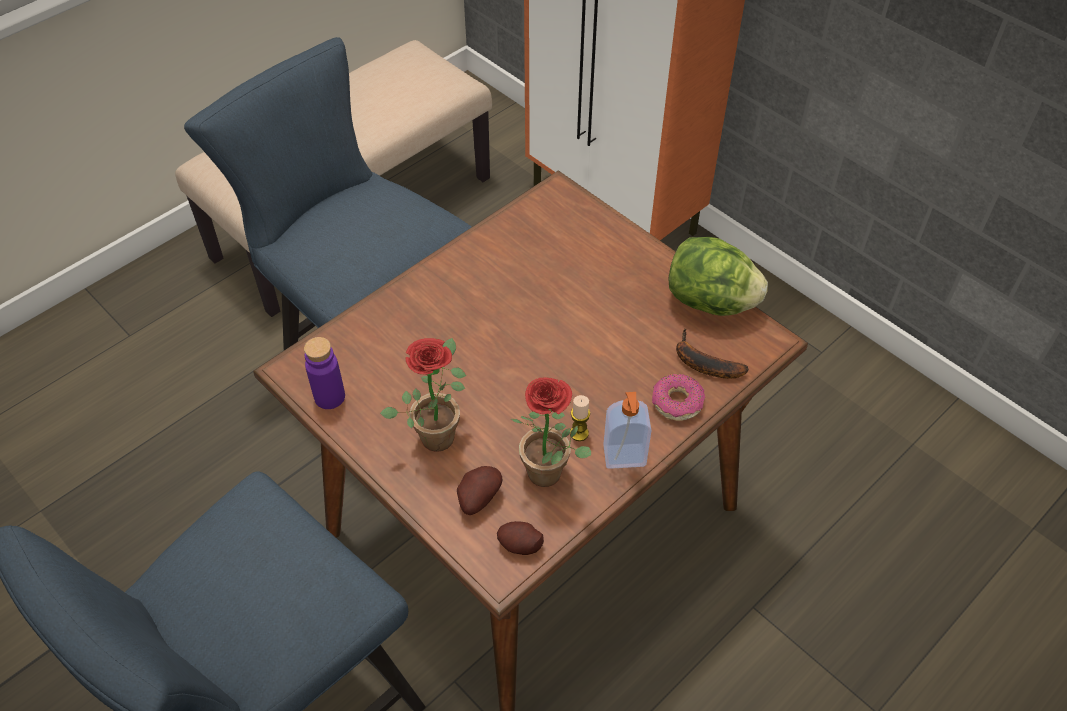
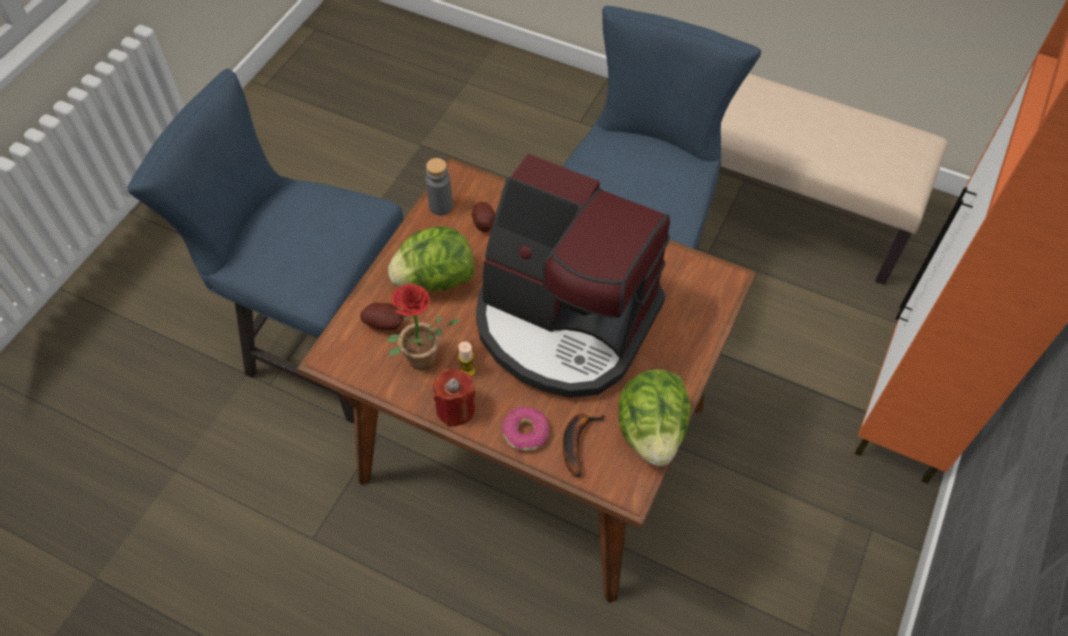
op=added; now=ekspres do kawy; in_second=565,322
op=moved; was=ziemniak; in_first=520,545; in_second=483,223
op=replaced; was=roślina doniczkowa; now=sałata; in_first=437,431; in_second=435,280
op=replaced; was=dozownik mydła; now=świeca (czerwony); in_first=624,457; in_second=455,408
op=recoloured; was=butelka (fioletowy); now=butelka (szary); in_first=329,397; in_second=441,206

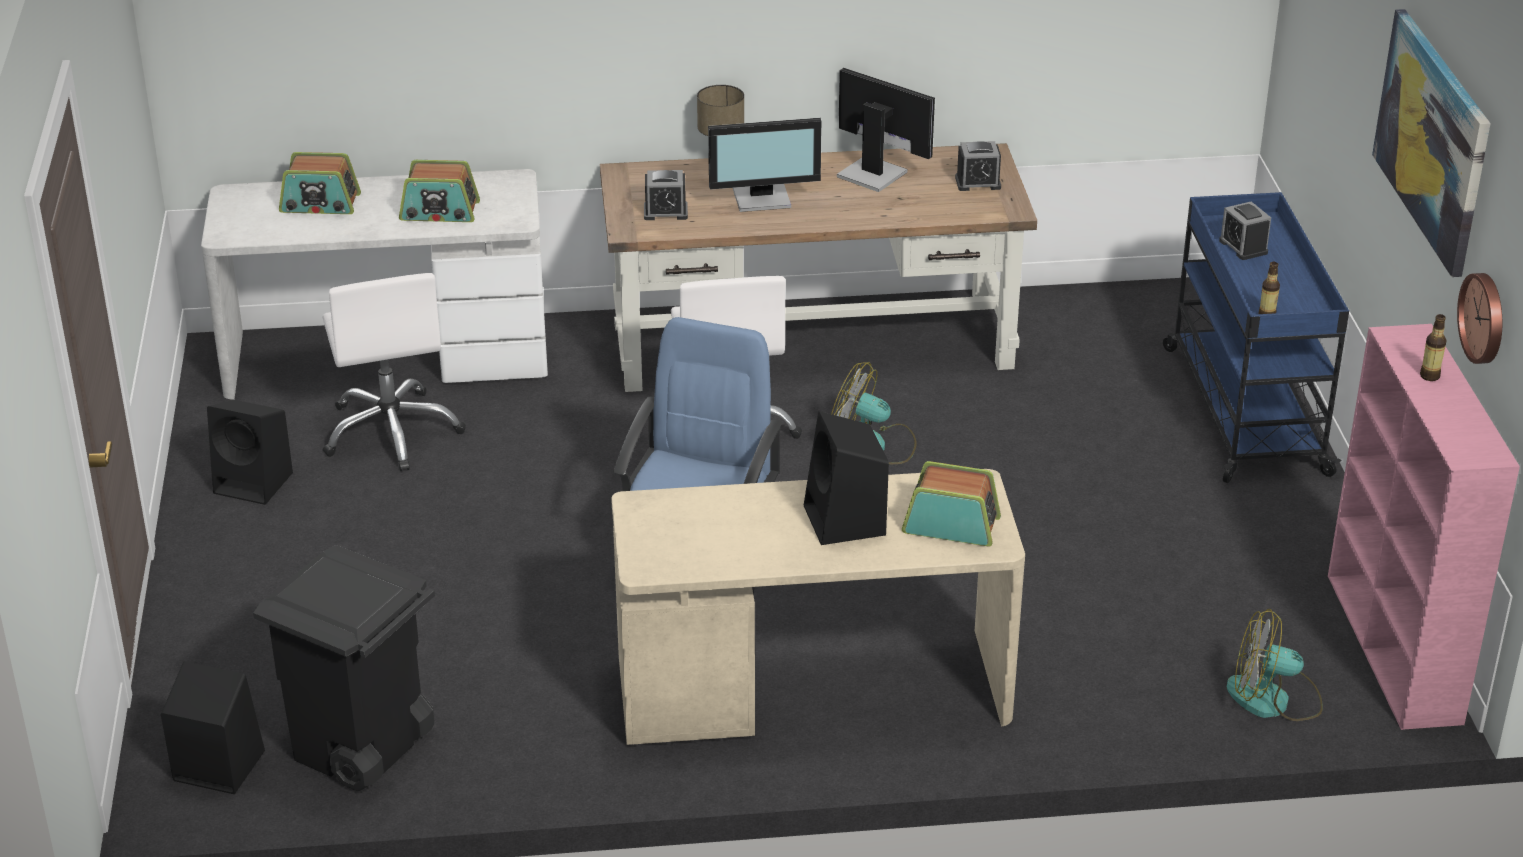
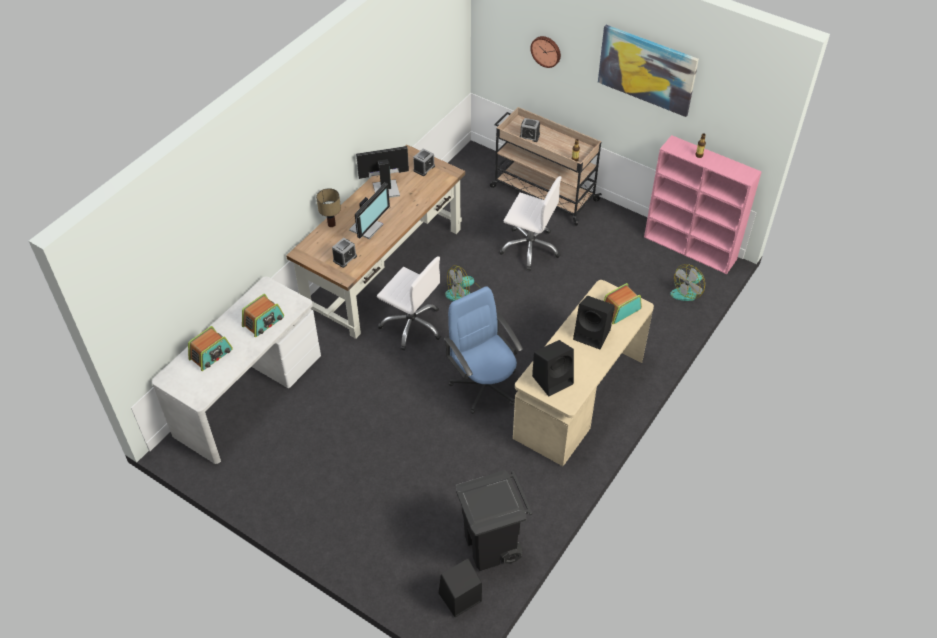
op=moved; was=głośnik (czarny); in_first=255,483; in_second=553,379
op=moved; was=krzesło biurowe (biały); in_first=392,431; in_second=530,248
op=moved; was=zegar ścienny; in_first=1485,318; in_second=546,51
op=recoloured; was=wózek (niebieski); now=wózek (beżowy); in_first=1244,408; in_second=542,193

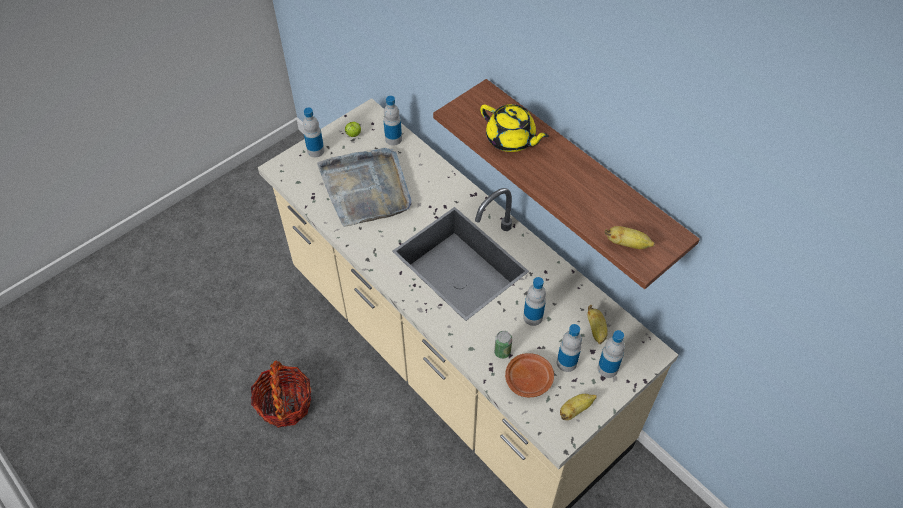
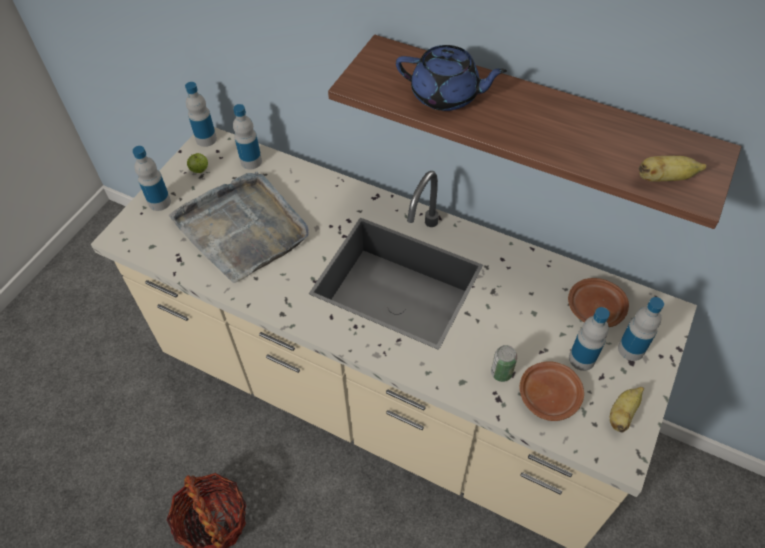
op=moved; was=butelka; in_first=533,317; in_second=206,139
op=replaced; was=banan; now=talerz (brązowy); in_first=596,331; in_second=594,309
op=recoloured; was=imbryk (żółty); now=imbryk (niebieski); in_first=511,139; in_second=446,95

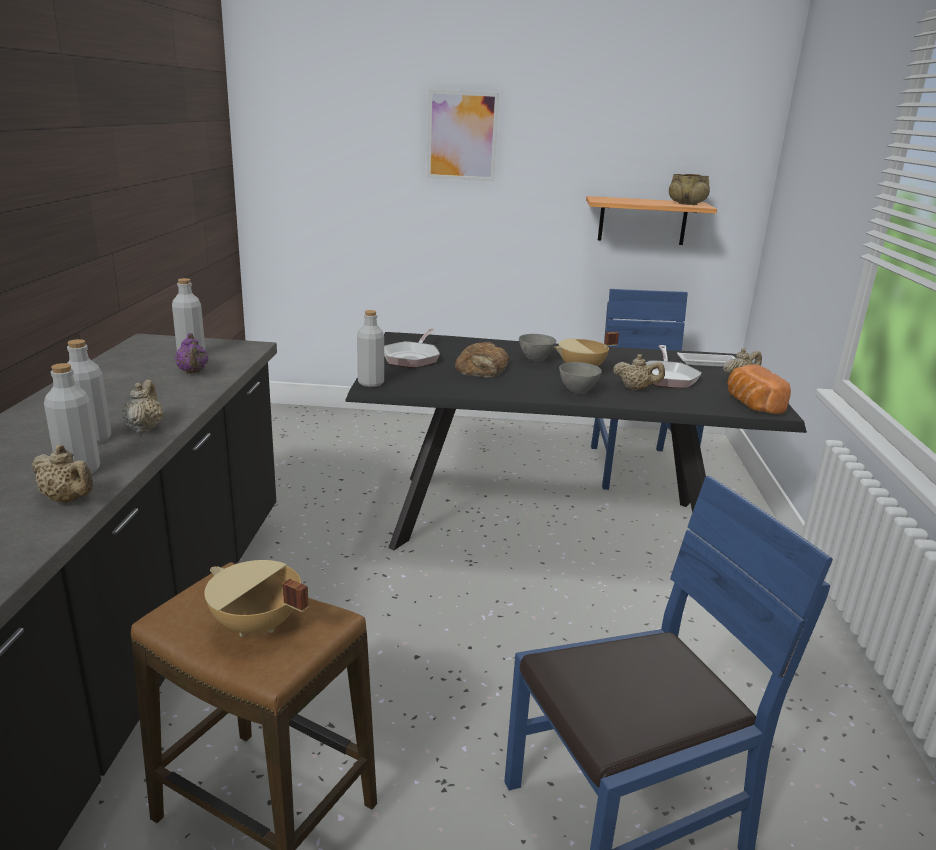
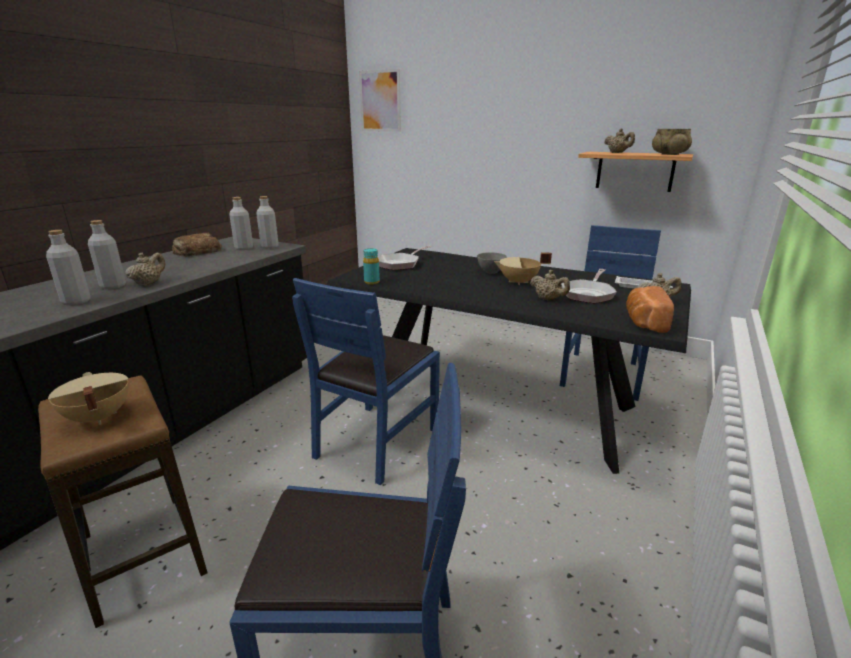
op=removed; was=imbryk (fioletowy); in_first=193,372
op=removed; was=miska (szary); in_first=578,391
op=added; now=krzesło (niebieski); in_second=376,441
op=added; now=butelka (turkusowy); in_second=372,282
op=moved; was=imbryk (beżowy); in_first=68,499; in_second=617,153
op=moved; was=butelka (szary); in_first=370,383; in_second=269,247
op=moved; was=obraz; in_first=462,136; in_second=380,101
op=moved; was=chleb; in_first=482,368; in_second=196,251

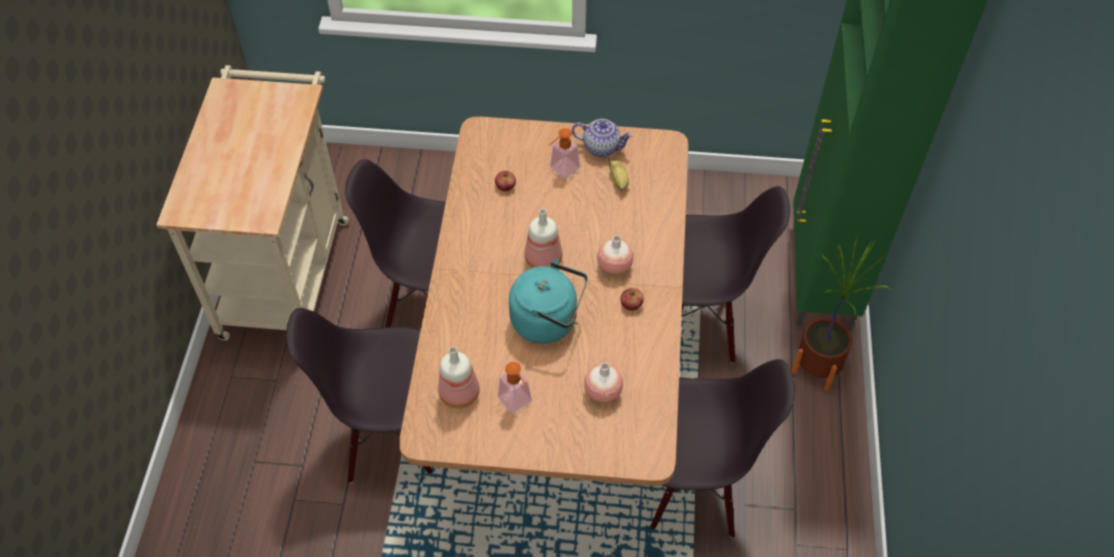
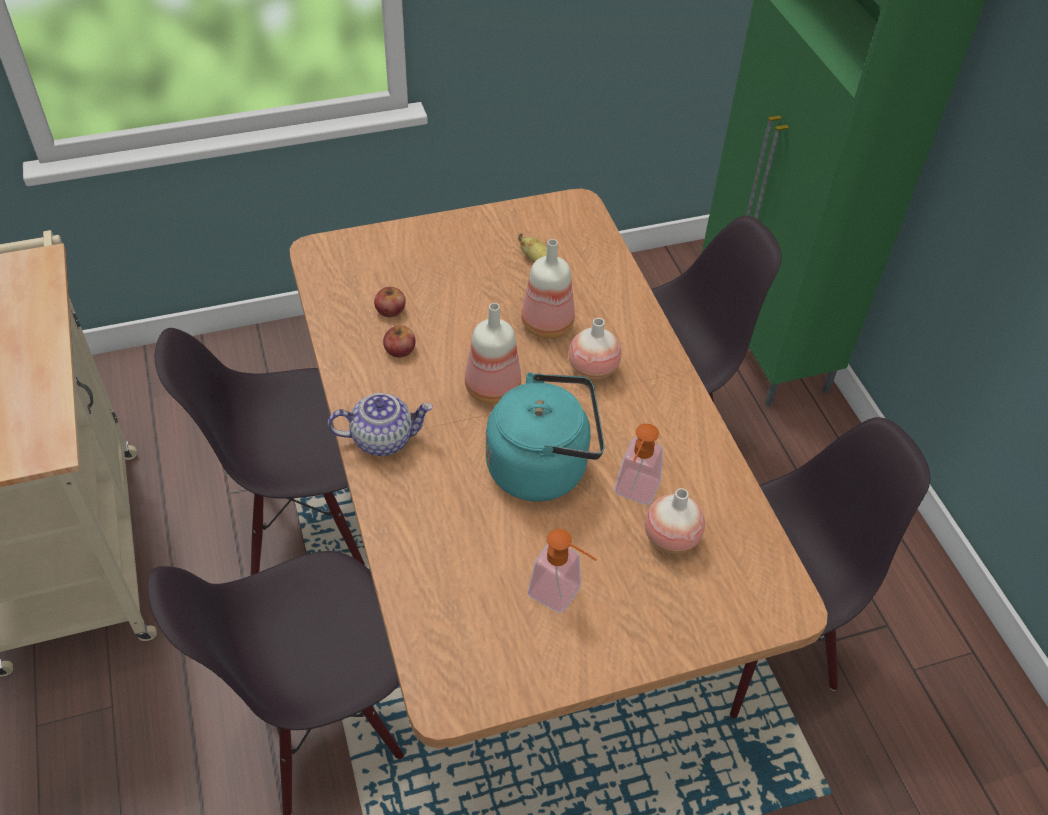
op=removed; was=roślina doniczkowa; in_first=817,368
op=moved; was=butelka; in_first=459,392; in_second=546,323
op=moved; was=dozownik mydła; in_first=561,171; in_second=634,493
op=moved; was=imbryk; in_first=602,147; in_second=383,438
op=moved; was=jabłko; in_first=631,303; in_second=400,349

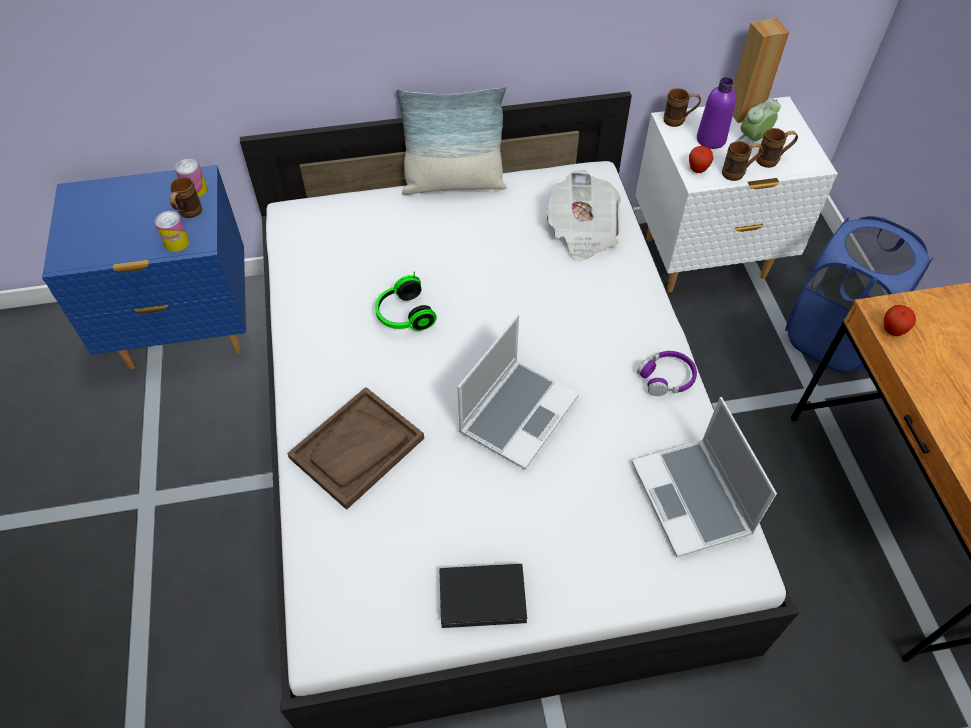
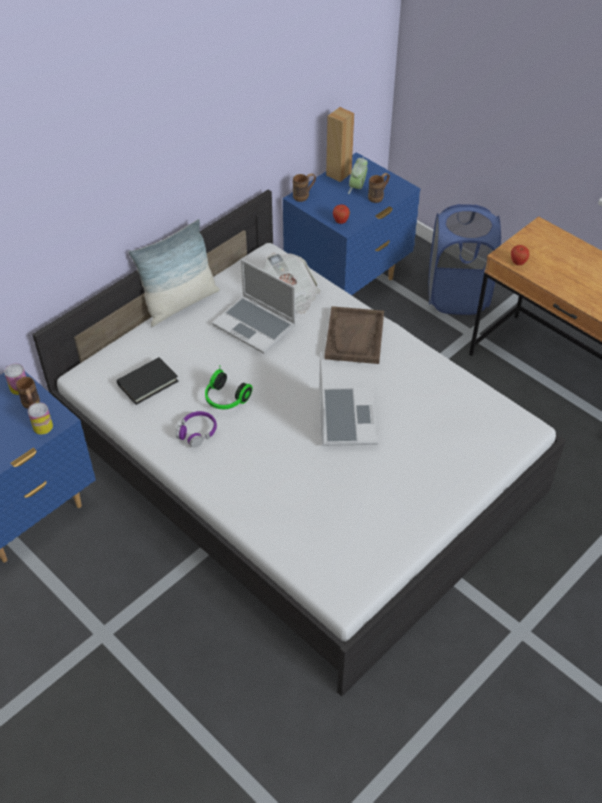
op=removed; was=butelka (fioletowy); in_first=711,139
op=removed; was=kubek (brązowy); in_first=738,173
op=moved; was=taca (brązowy); in_first=357,449; in_second=354,337
op=moved; was=książka (czarny); in_first=482,597; in_second=147,383
op=moved; was=laptop; in_first=693,499; in_second=255,325
op=moved; was=słuchawki (fioletowy); in_first=666,378; in_second=197,432
op=recoloured; was=szafka nocna (biały); now=szafka nocna (niebieski); in_first=705,259; in_second=347,284

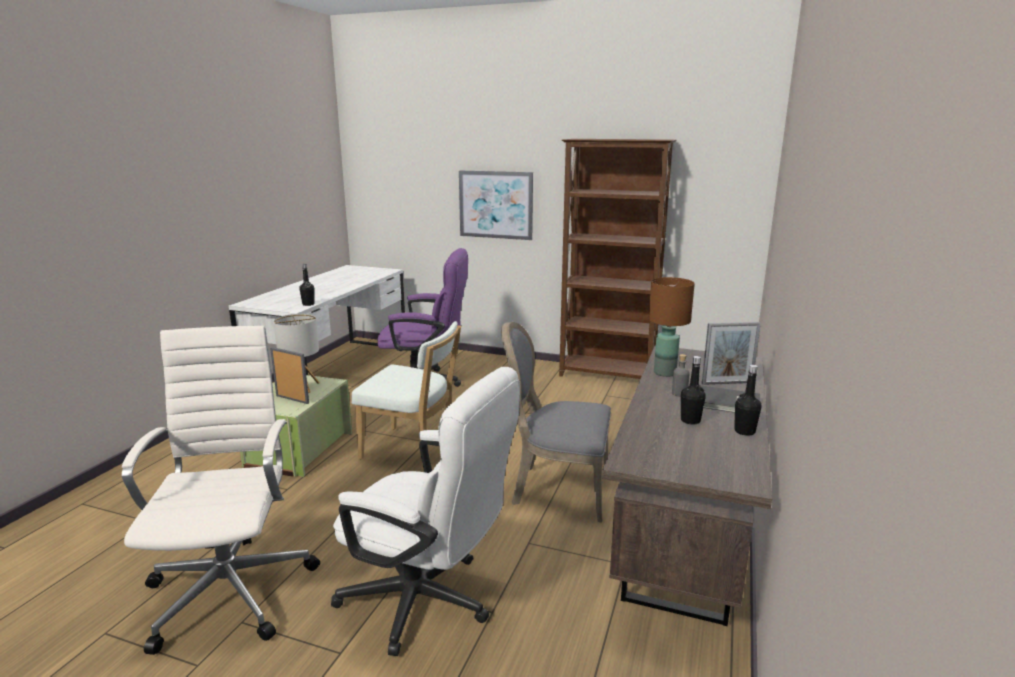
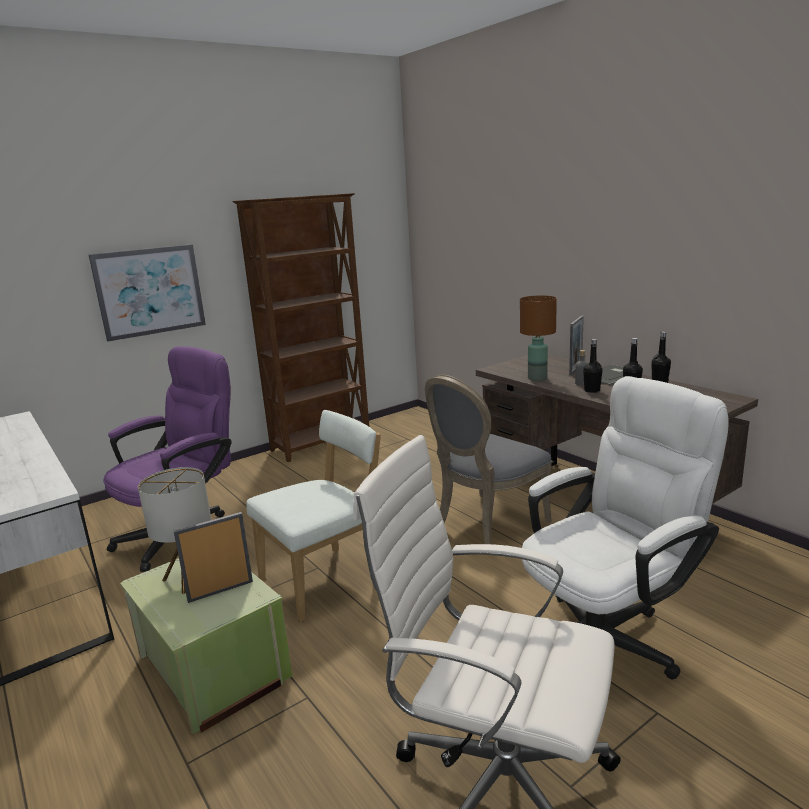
op=moved; was=butelka (czarny); in_first=308,304; in_second=592,390

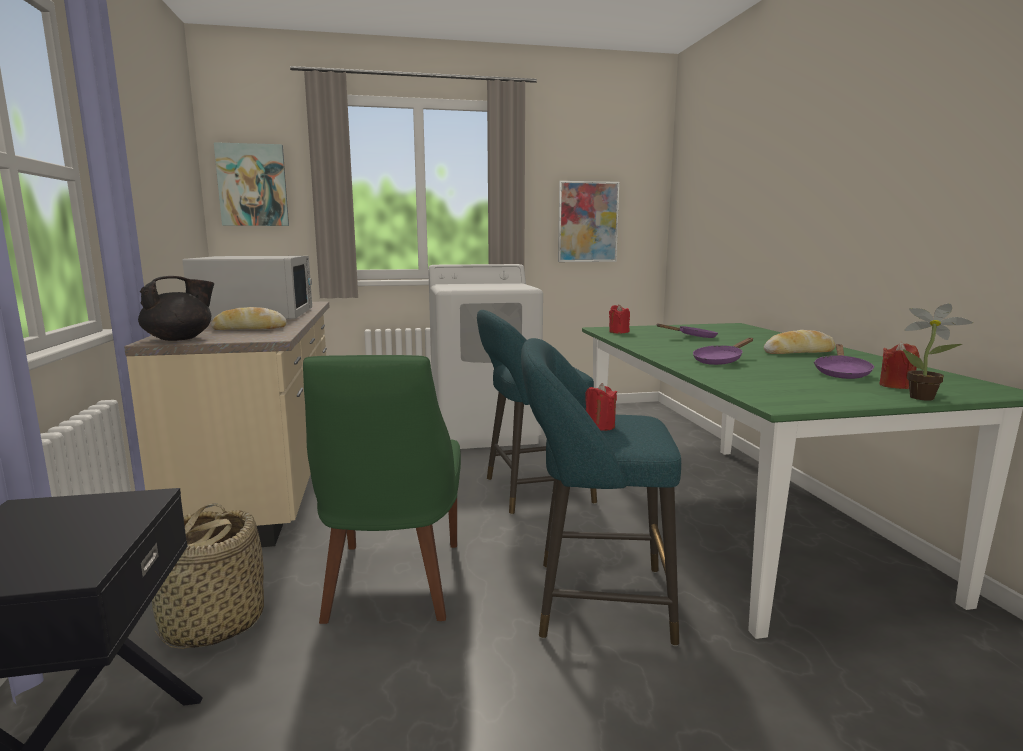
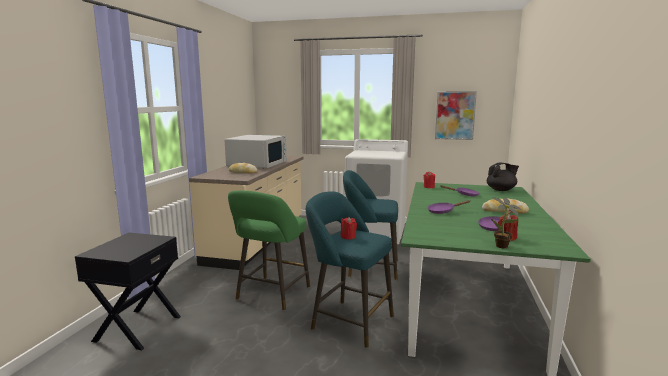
op=removed; was=koszyk; in_first=212,624
op=removed; was=obraz; in_first=253,185
op=moved; was=imbryk (czarny); in_first=180,339; in_second=501,190
op=replaced; was=krzesło (zielony); now=stołek (zielony); in_first=392,585; in_second=271,295

